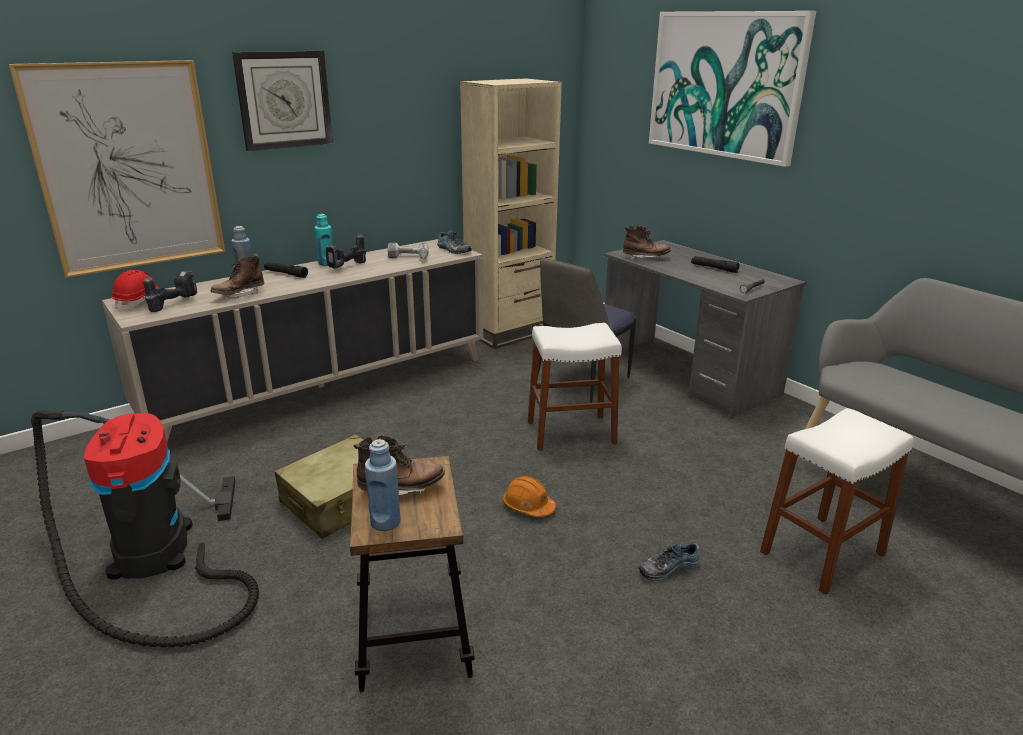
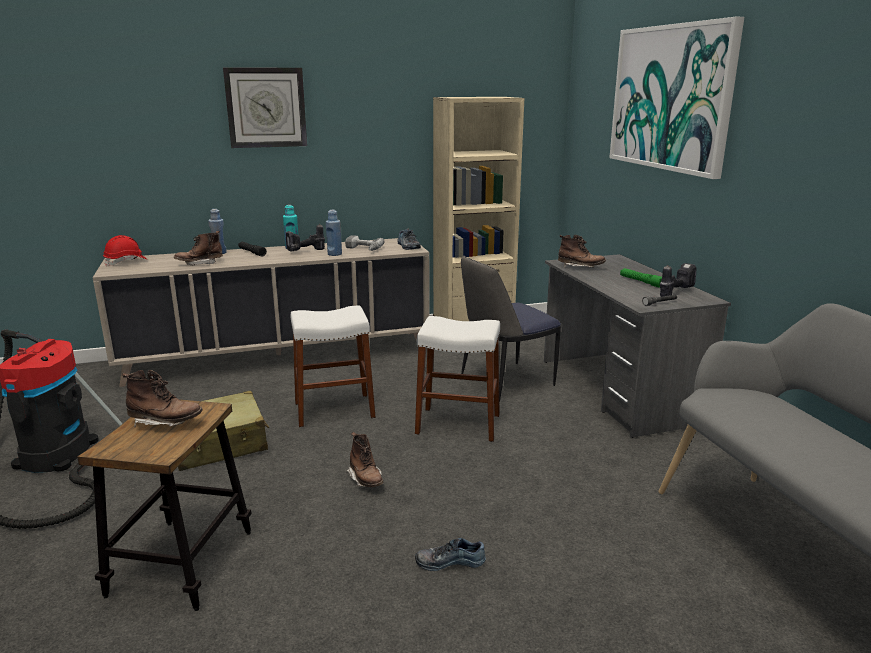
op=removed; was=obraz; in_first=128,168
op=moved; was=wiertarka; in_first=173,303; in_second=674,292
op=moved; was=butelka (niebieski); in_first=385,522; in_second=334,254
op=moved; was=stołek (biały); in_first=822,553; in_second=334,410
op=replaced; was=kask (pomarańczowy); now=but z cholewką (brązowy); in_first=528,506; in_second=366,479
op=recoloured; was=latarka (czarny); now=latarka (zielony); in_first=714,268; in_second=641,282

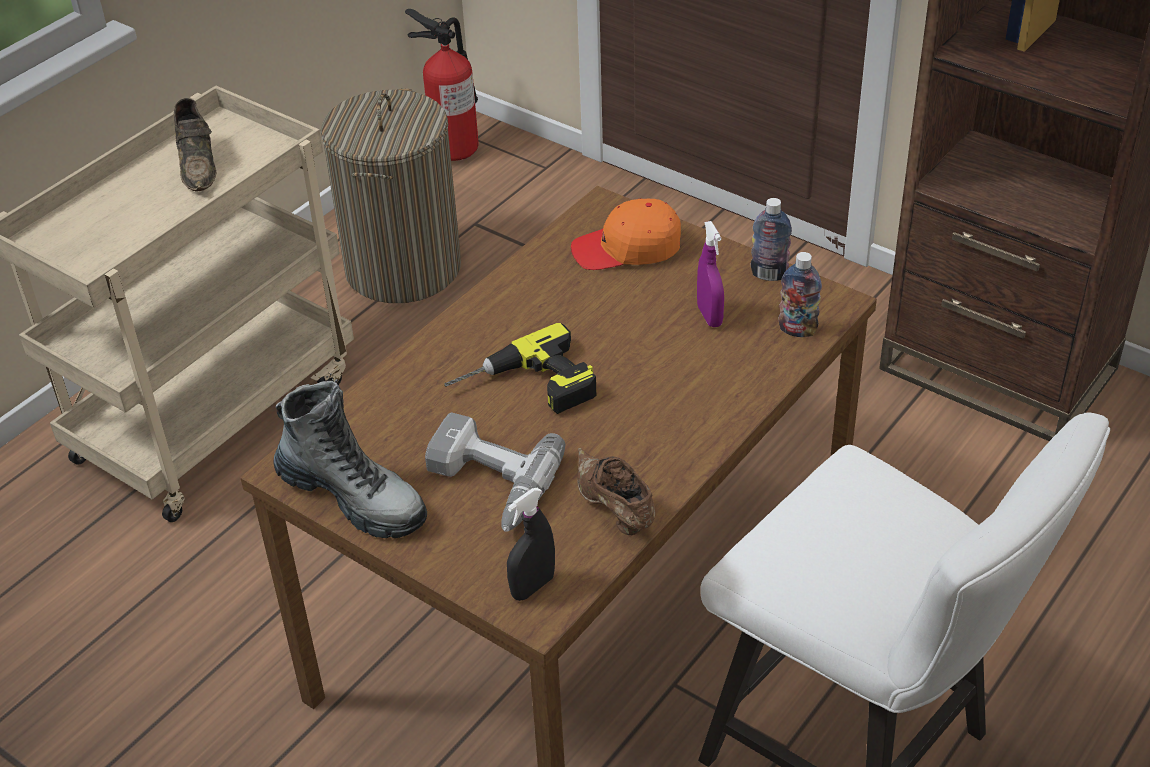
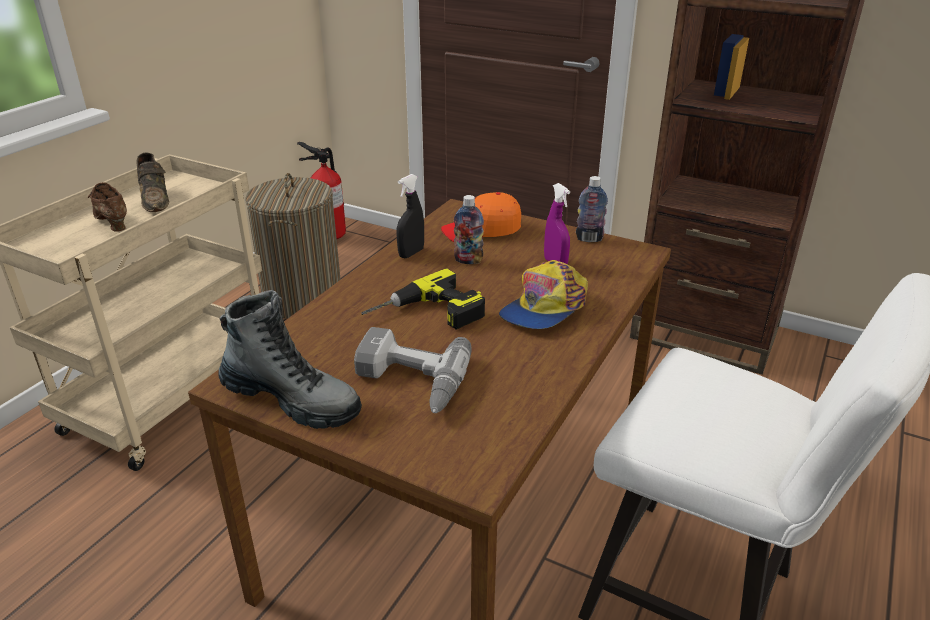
op=added; now=czapka z daszkiem; in_second=544,308
op=moved; was=spryskiwacz (czarny); in_first=532,587; in_second=411,253
op=moved; was=but (brązowy); in_first=614,510; in_second=112,223
op=moved; was=butelka; in_first=797,330; in_second=468,260

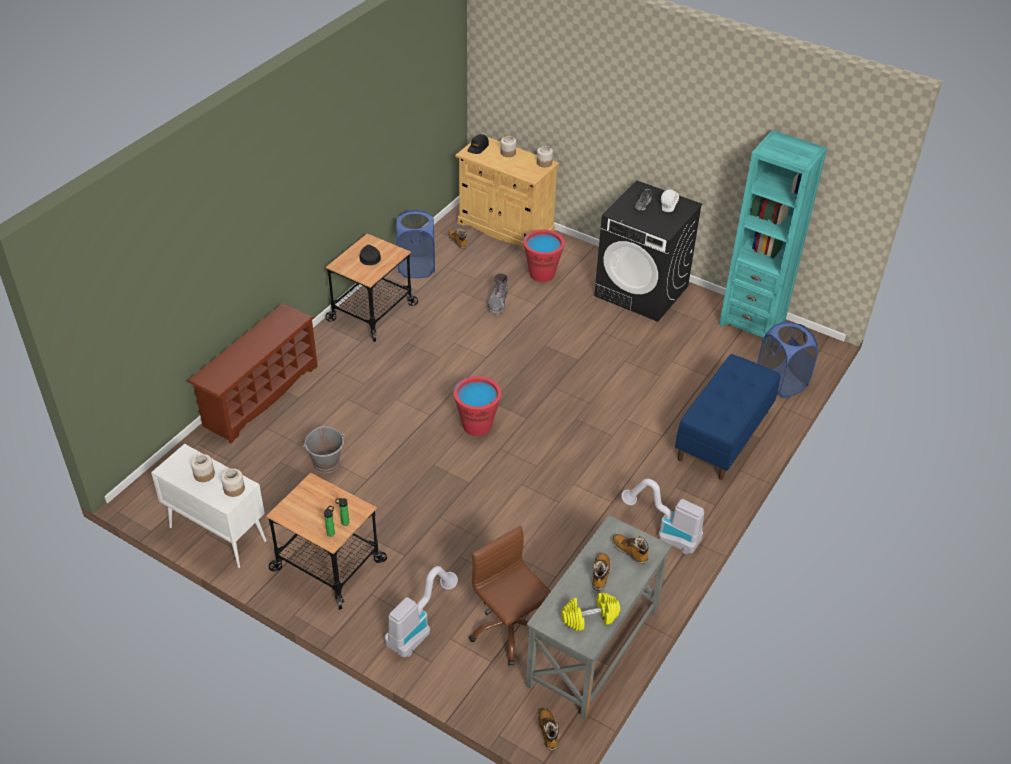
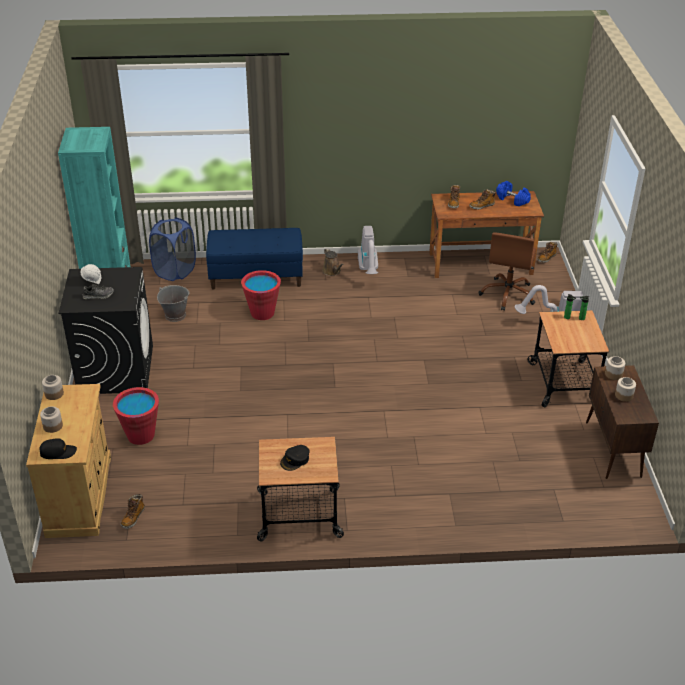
op=removed; was=regał na buty (brązowy); in_first=260,395
op=removed; was=kosz na pranie (niebieski); in_first=416,268
op=removed; was=but z cholewką (szary); in_first=497,303
op=added; now=konewka (brązowy); in_second=332,271
op=moved; was=wiadro (szary); in_first=327,463; in_second=175,315
op=moved; was=wiadro (czerwony); in_first=477,426; in_second=262,313
op=recoloured; was=szafka (biały); now=szafka (brązowy); in_first=217,534; in_second=613,450
op=recoloured; was=biurko (szary); now=biurko (brązowy); in_first=593,648; in_second=480,264
op=recoloured; was=hantel (żółty); now=hantel (niebieski); in_first=590,617; in_second=512,200

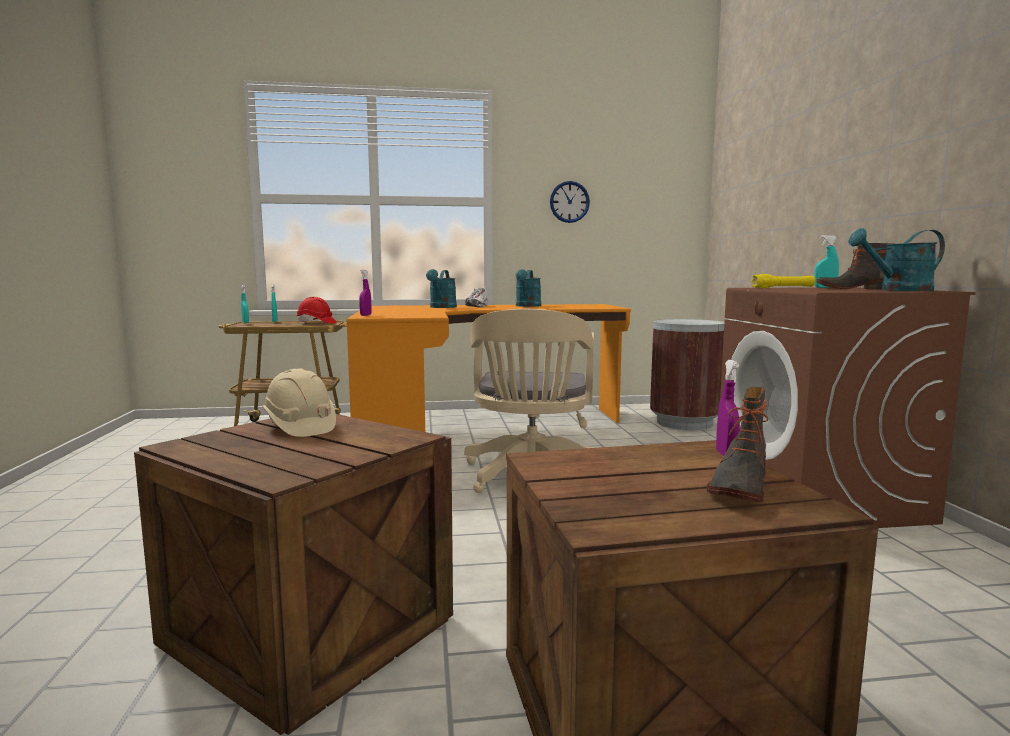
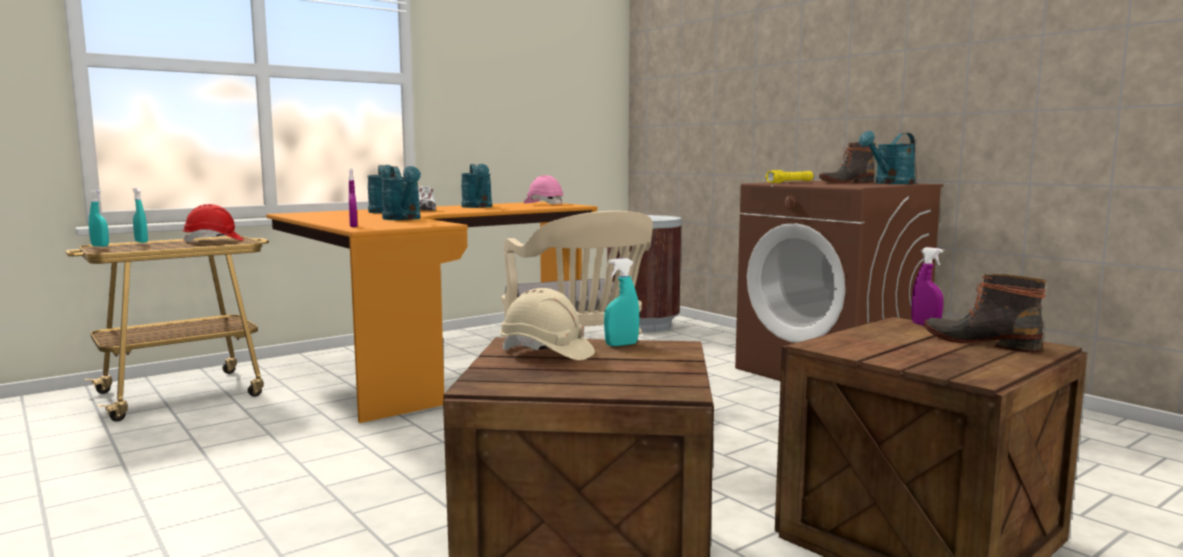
op=removed; was=zegar ścienny; in_first=569,202
op=added; now=konewka (turkusowy); in_second=403,219
op=added; now=kask (różowy); in_second=544,204
op=moved; was=spryskiwacz (turkusowy); in_first=825,287; in_second=621,345
op=turned; was=but z cholewką; in_first=738,486; in_second=981,342; clockwise=135

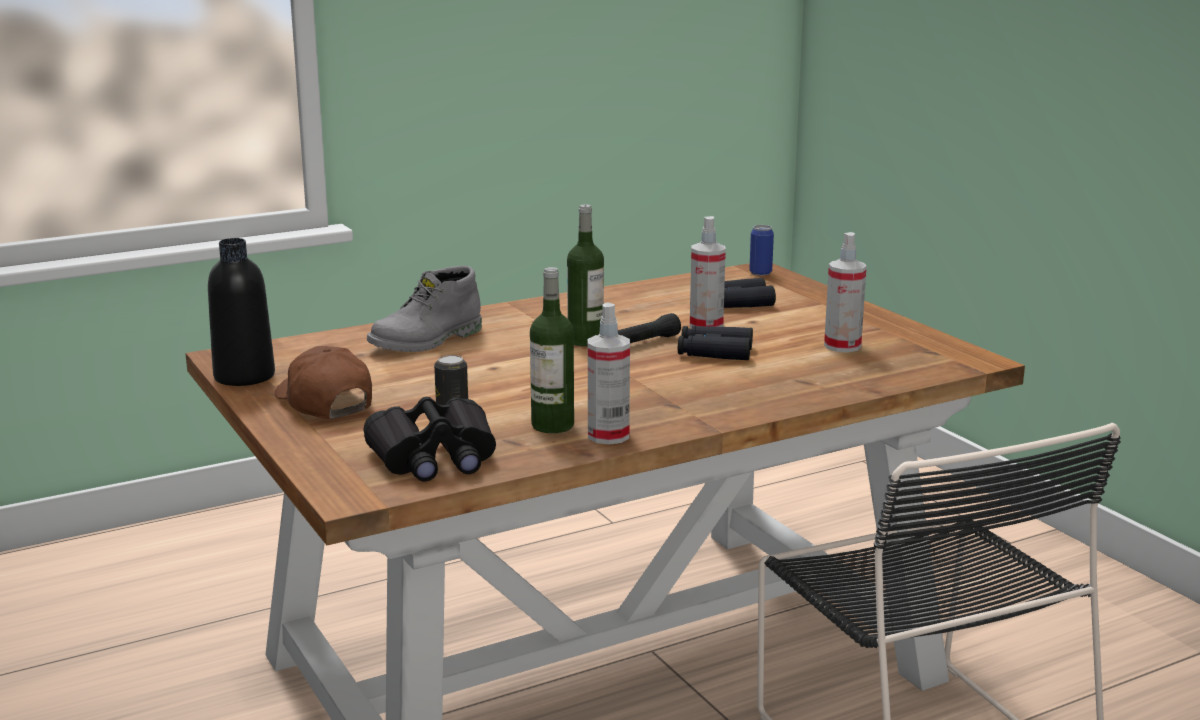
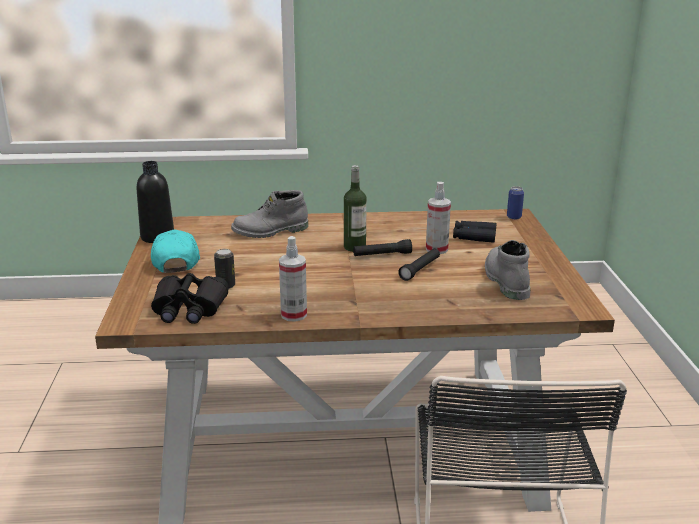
op=removed; was=butelka; in_first=552,425
op=replaced; was=lornetka (czarny); now=latarka (czarny); in_first=714,352; in_second=420,269
op=replaced; was=spryskiwacz; now=but z cholewką (szary); in_first=842,346; in_second=505,280
op=recoloured; was=czapka z daszkiem (brązowy); now=czapka z daszkiem (turkusowy); in_first=324,402; in_second=176,261

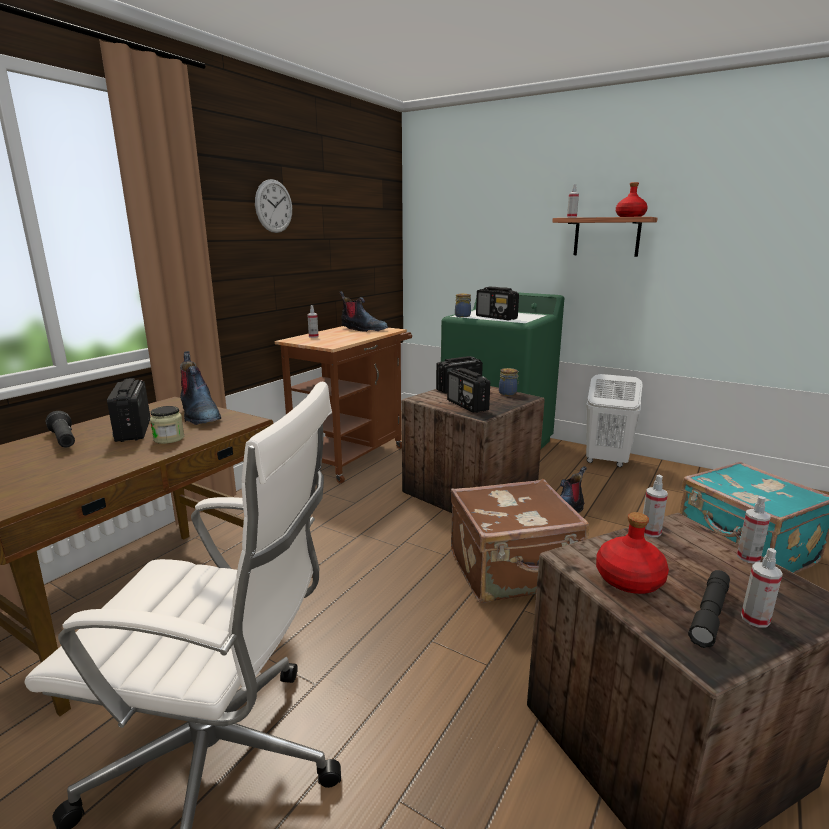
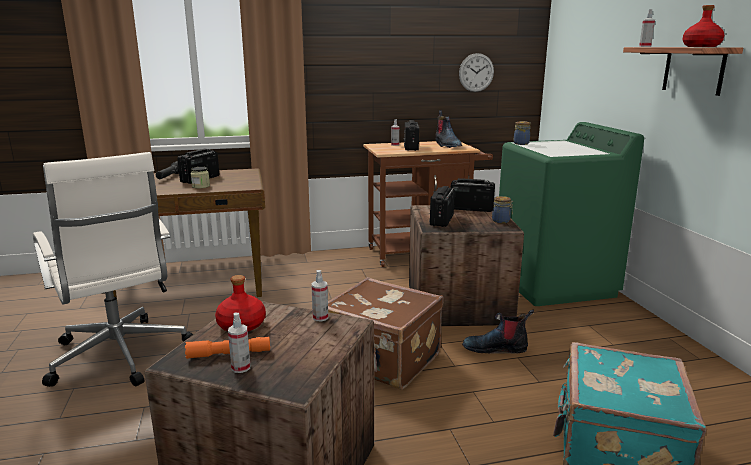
op=removed; was=but z cholewką; in_first=199,414
op=removed; was=kosz na pranie (biały); in_first=606,461
op=removed; was=spryskiwacz; in_first=748,557
op=moved; was=zegar ścienny; in_first=274,206; in_second=476,72
op=moved; was=radio; in_first=496,318; in_second=411,147
op=recoloured; was=latarka (czarny); now=latarka (pomarańczowy); in_first=709,614; in_second=229,354

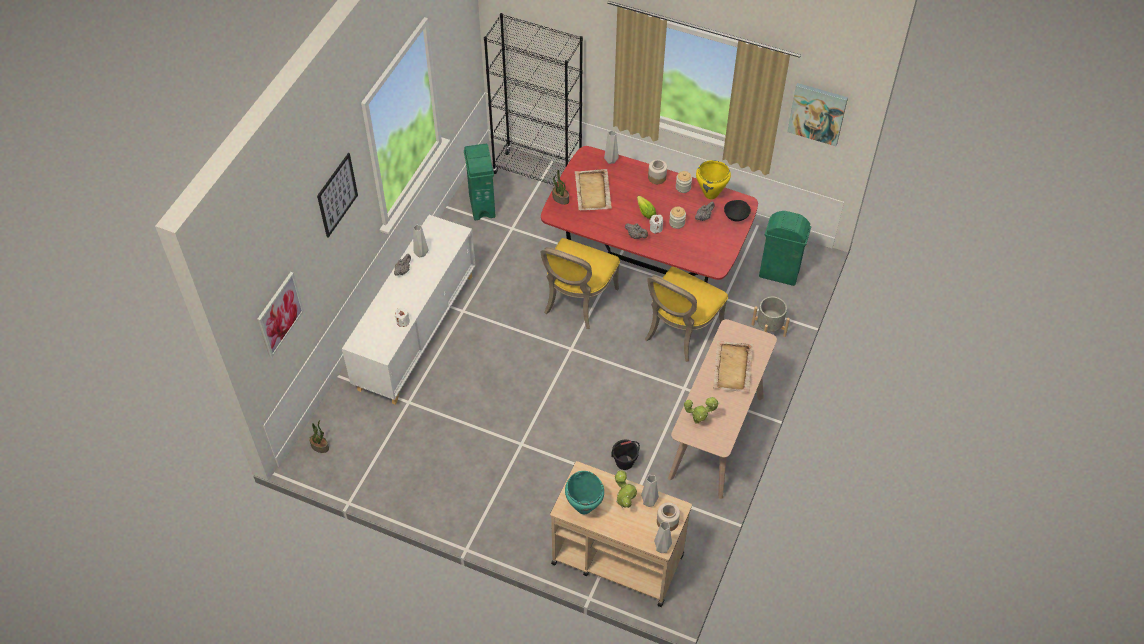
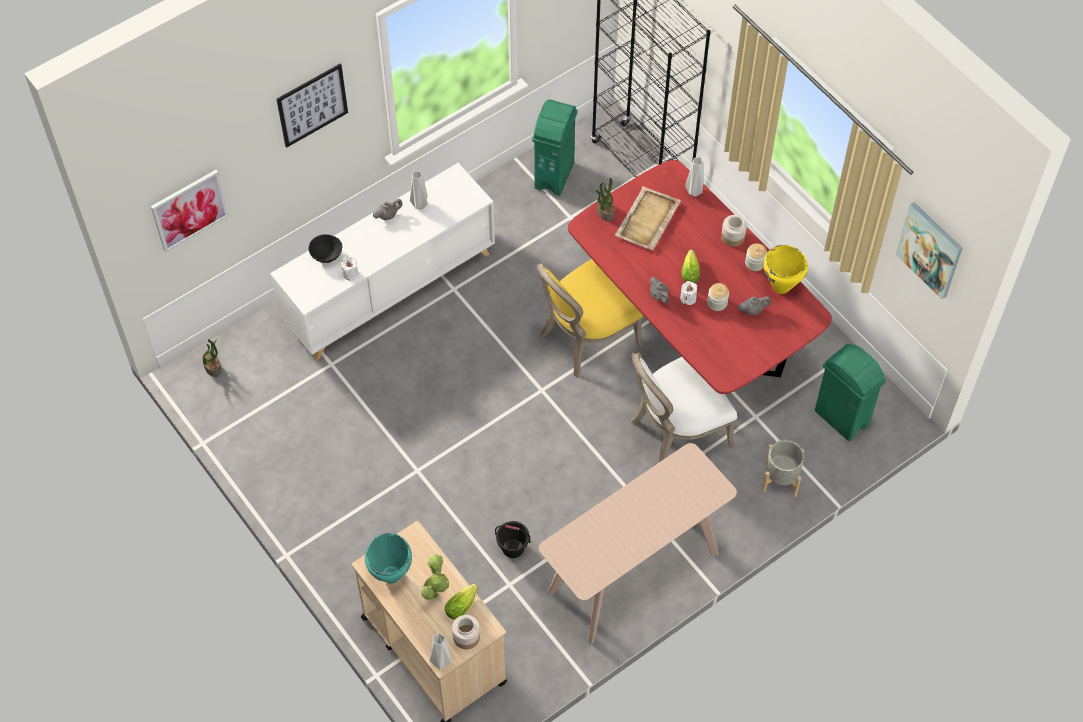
op=removed; was=roślina doniczkowa; in_first=698,421
op=removed; was=taca (beżowy); in_first=732,368
op=moved; was=miska (czarny); in_first=736,217; in_second=326,256
op=replaced; was=wazon (szary); now=sałata; in_first=649,501; in_second=463,604
op=recoloured; was=krzesło (żółty); now=krzesło (biały); in_first=679,332; in_second=675,431

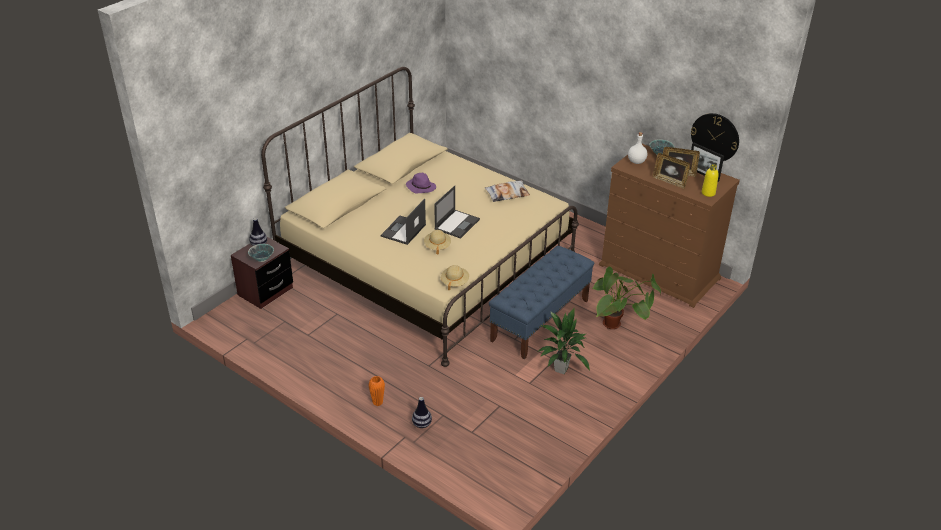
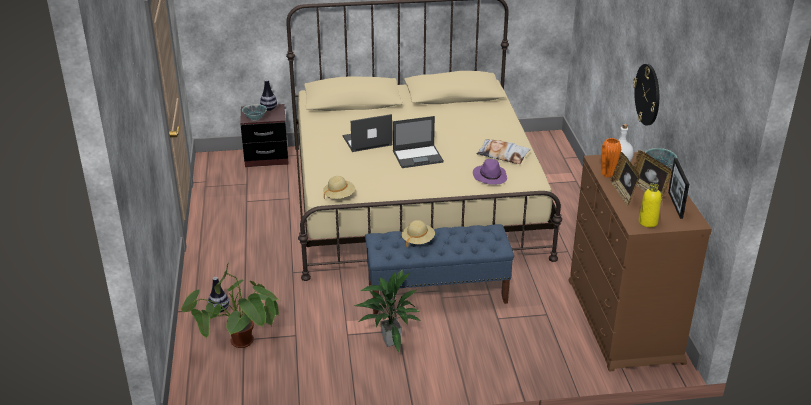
op=moved; was=wazon (pomarańczowy); in_first=377,402; in_second=607,174
op=moved; was=kapelusz (fioletowy); in_first=420,187; in_second=489,177
op=moved; was=kapelusz (beżowy); in_first=437,246; in_second=418,240
op=moved; was=roślina doniczkowa; in_first=619,328; in_second=240,349
op=moved; was=zegar ścienny; in_first=715,137; in_second=647,94

